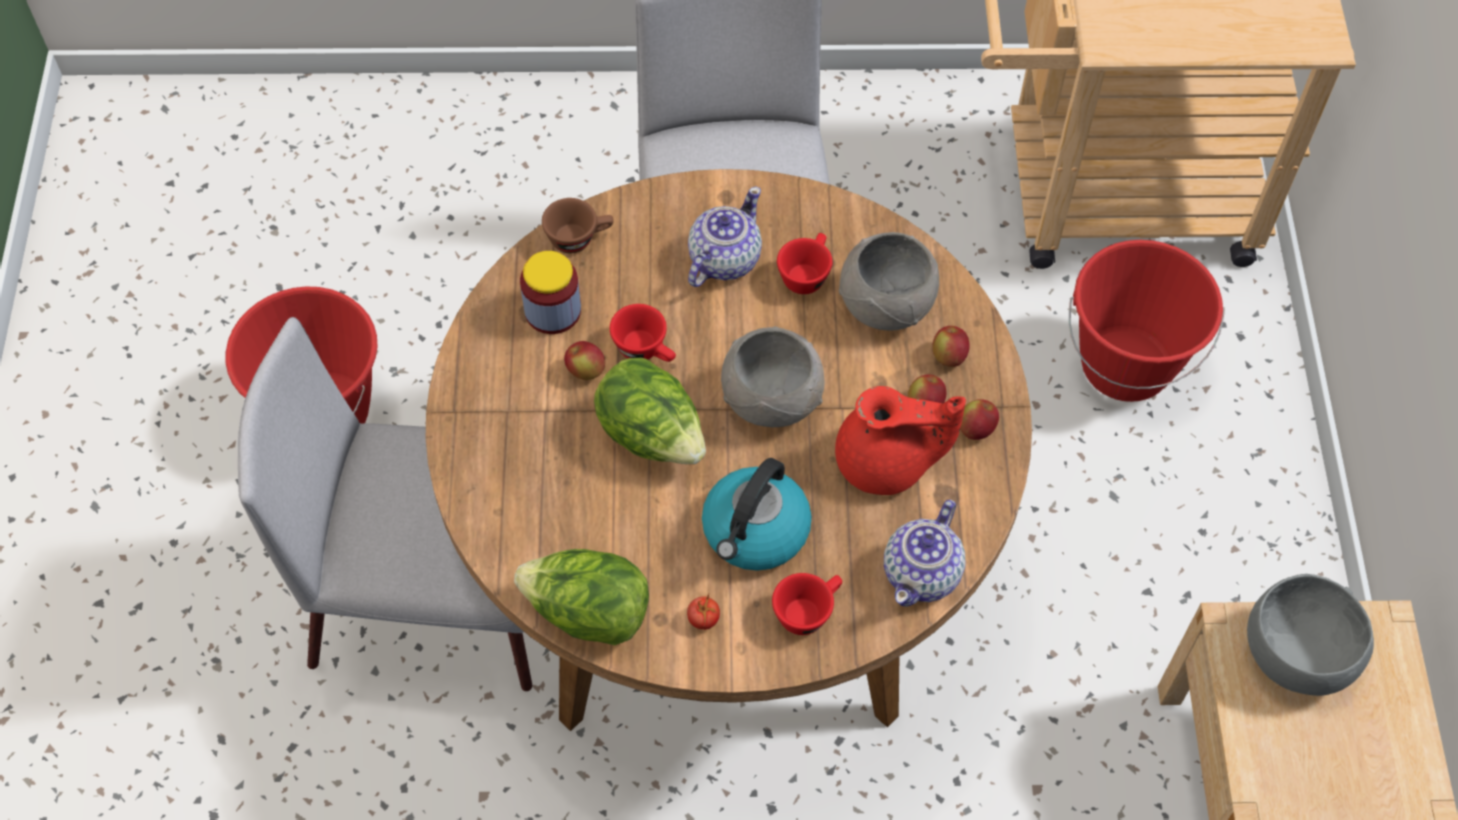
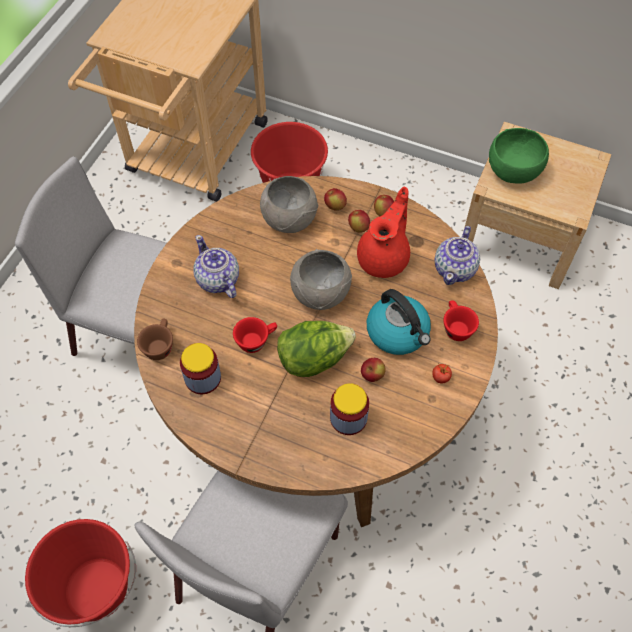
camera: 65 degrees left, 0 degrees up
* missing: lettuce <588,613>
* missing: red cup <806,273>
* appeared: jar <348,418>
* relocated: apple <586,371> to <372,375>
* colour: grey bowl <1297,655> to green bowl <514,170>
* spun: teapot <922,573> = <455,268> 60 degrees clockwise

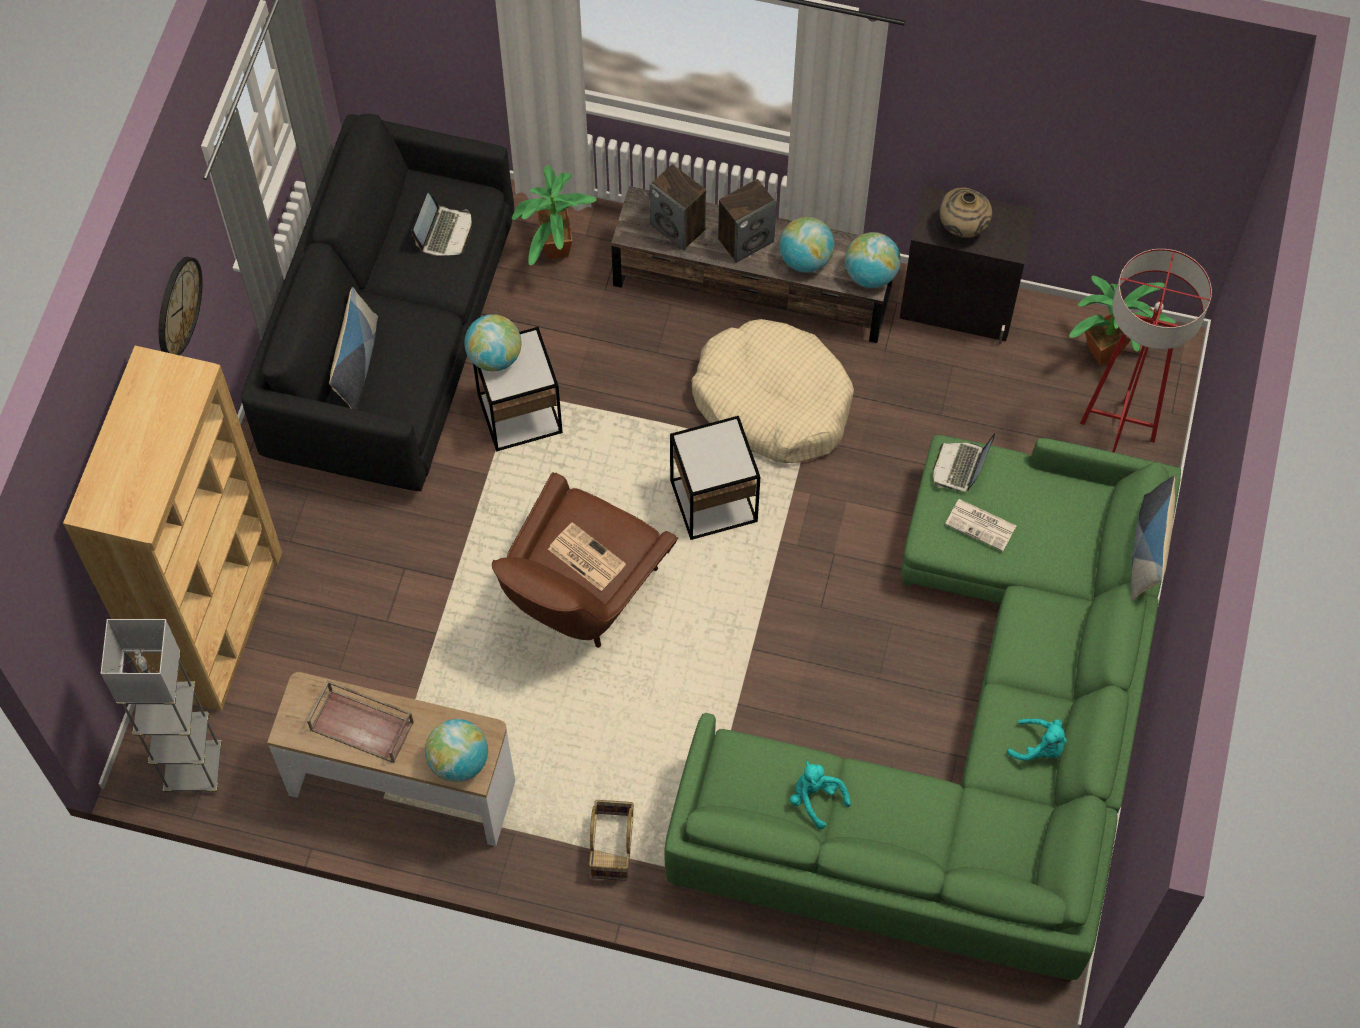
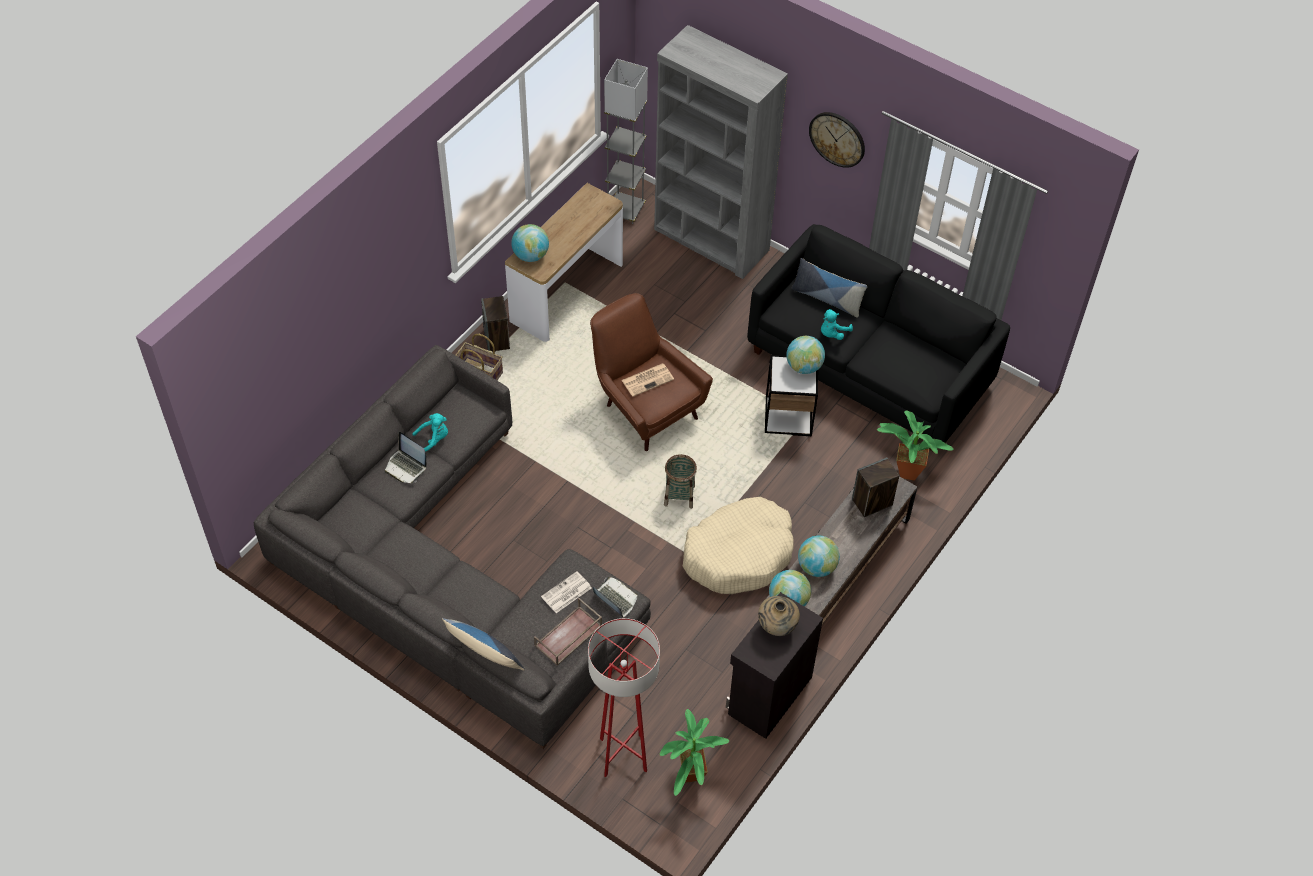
camera: 110 degrees right, 10 degrees down
* relocated: brown tray <363,725> to <568,636>
* relocated: laptop <444,233> to <406,467>
* relocated: speaker <746,240> to <497,339>
* relocated: turquoise plush toy <1039,747> to <832,333>
* exchanged: side table <714,501> to basket <679,496>
* colour: brown bookcase <216,621> to grey bookcase <711,240>
* colour: green sofa <968,738> to grey sofa <448,572>

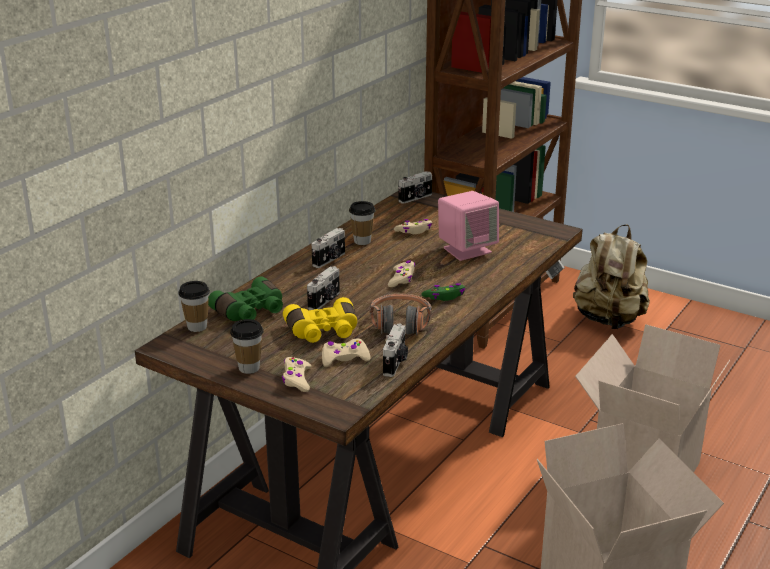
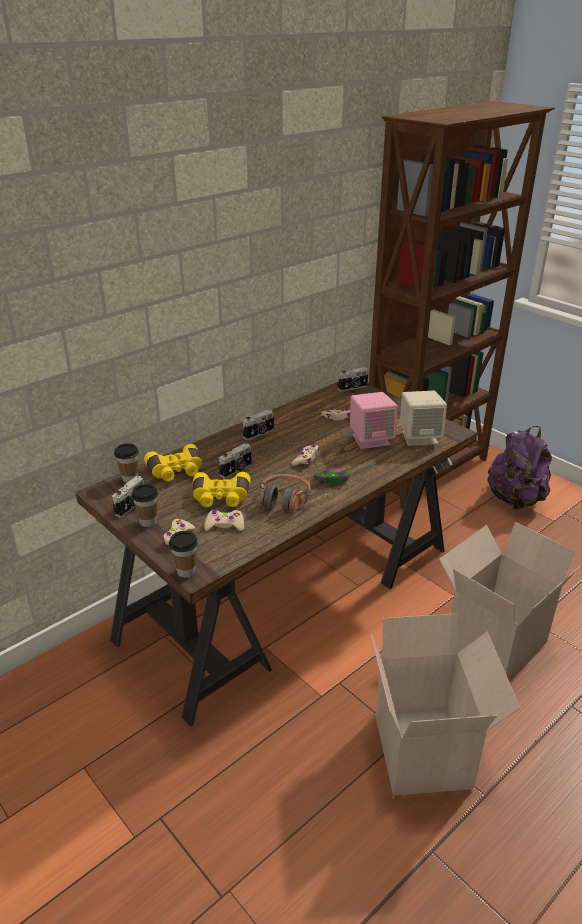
camera: 15 degrees right, 5 degrees up
* appeared: beige speaker <419,437>
* relocated: cup <362,241> to <186,571>
* relocated: photo camera <395,363> to <132,506>
* colour: green binoculars <251,312> to yellow binoculars <176,472>
* colour: beige backpack <609,320> to purple backpack <515,499>

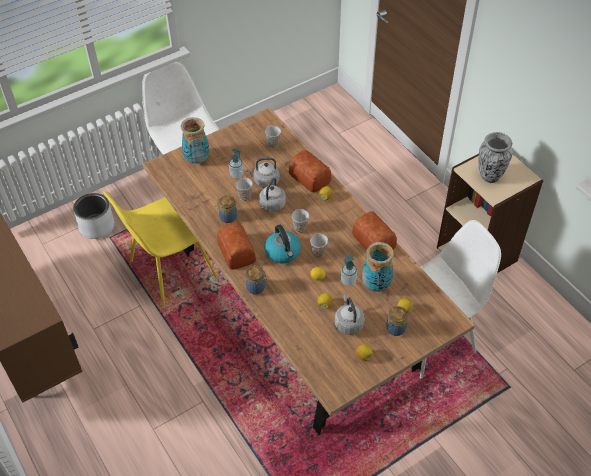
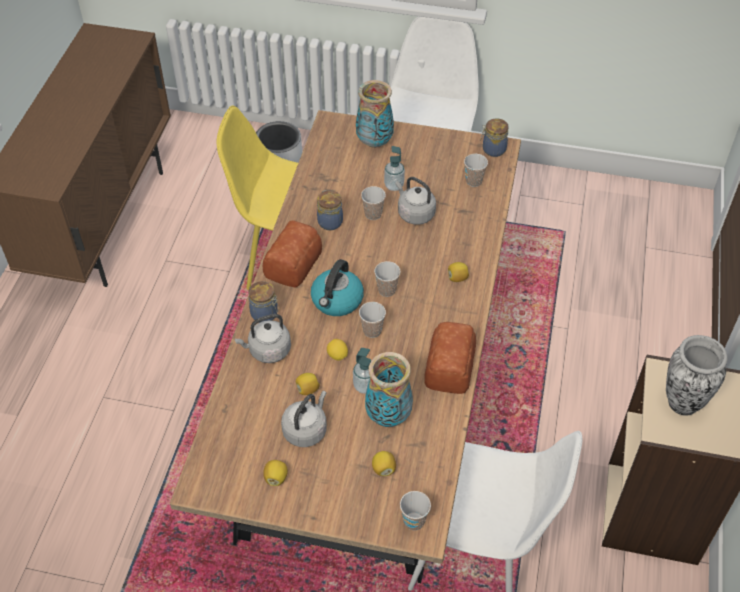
camera: 45 degrees right, 0 degrees up
* missing: bread <309,176>
* appeared: cup <414,521>
* relocated: grey kettle <272,205> to <267,351>
* relocated: jar <395,329> to <492,149>

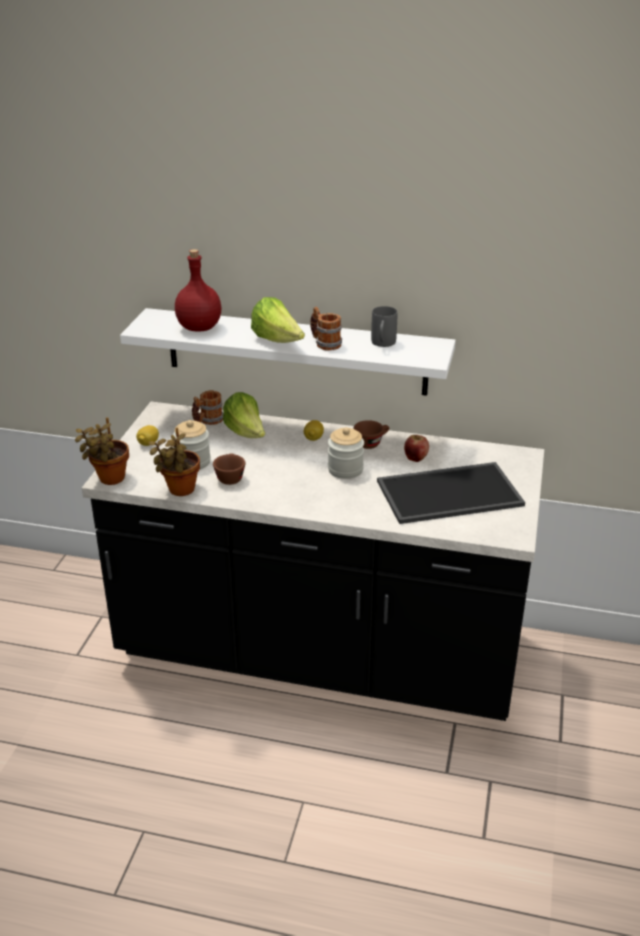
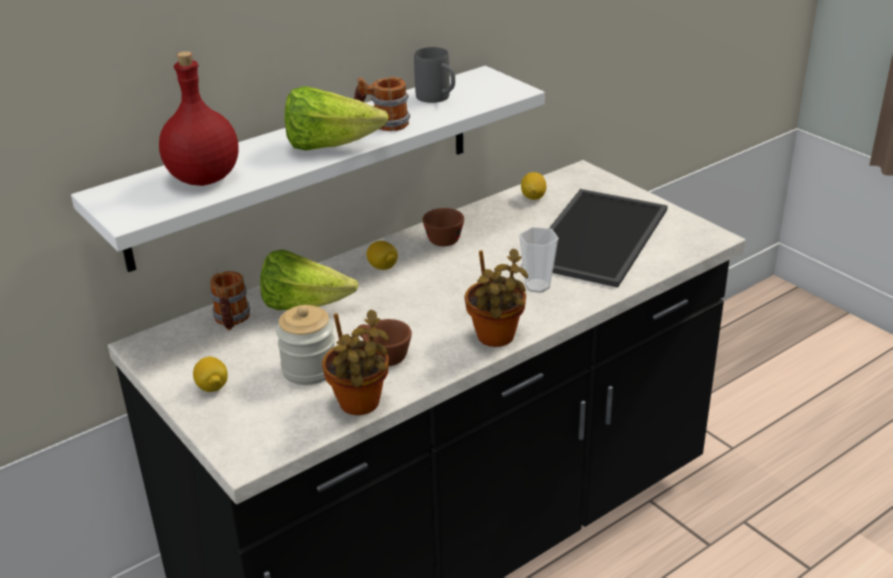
camera: 50 degrees left, 0 degrees up
* missing: jar <345,469>
* missing: apple <415,459>
* appeared: cup <537,286>
* appeared: lemon <533,197>
* relocated: potted plant <109,479> to <496,339>

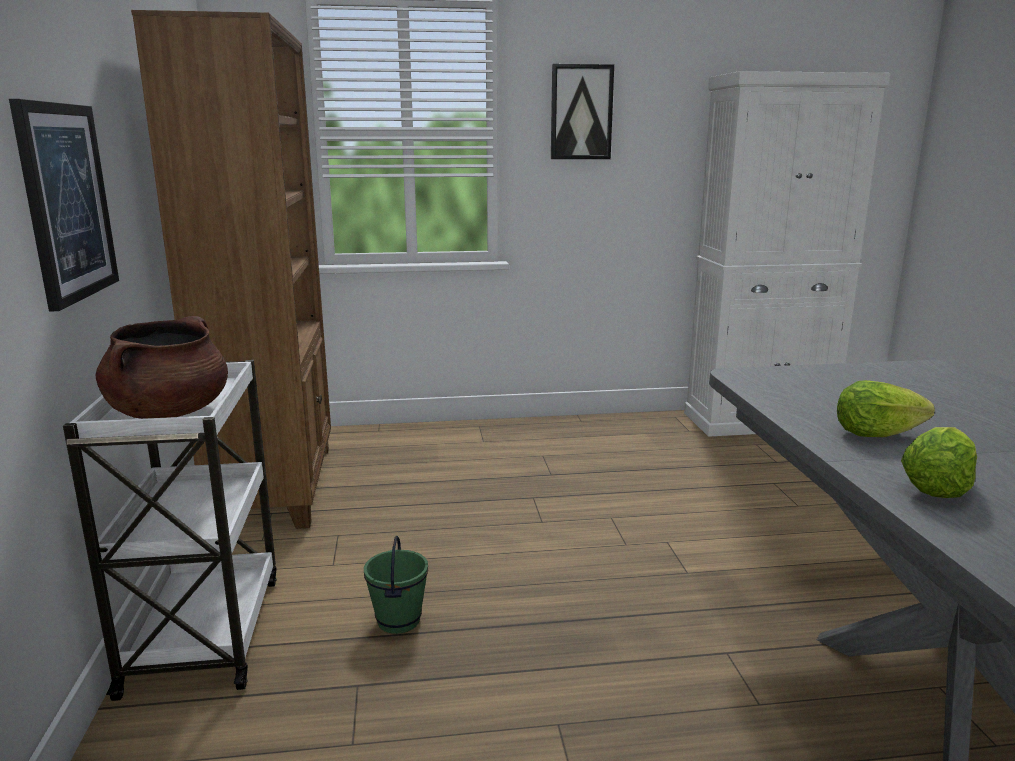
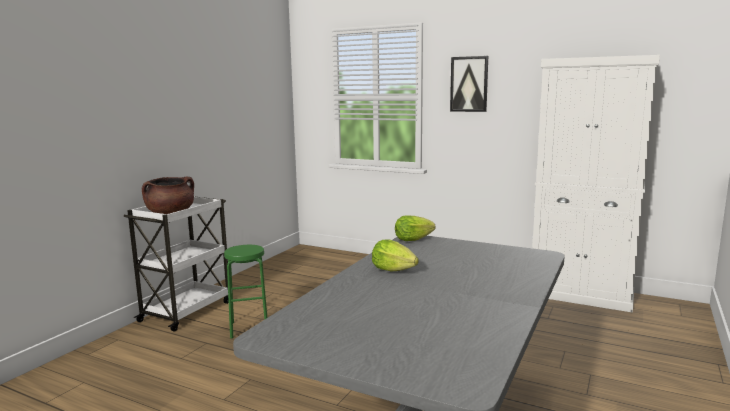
camera: 35 degrees right, 5 degrees down
* missing: picture <66,202>
* missing: brown bookcase <277,485>
* relocated: lettuce <936,488> to <412,239>
* exchanged: green bucket <397,621> to green stool <249,328>

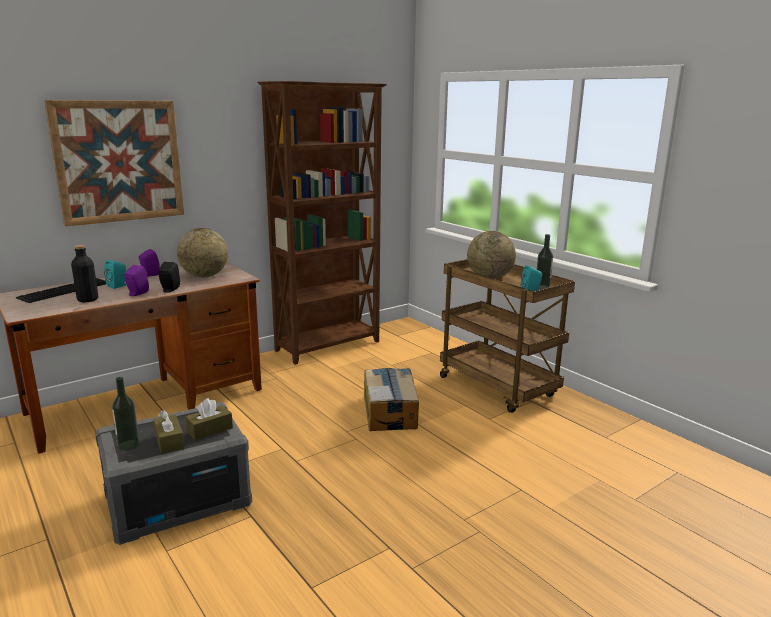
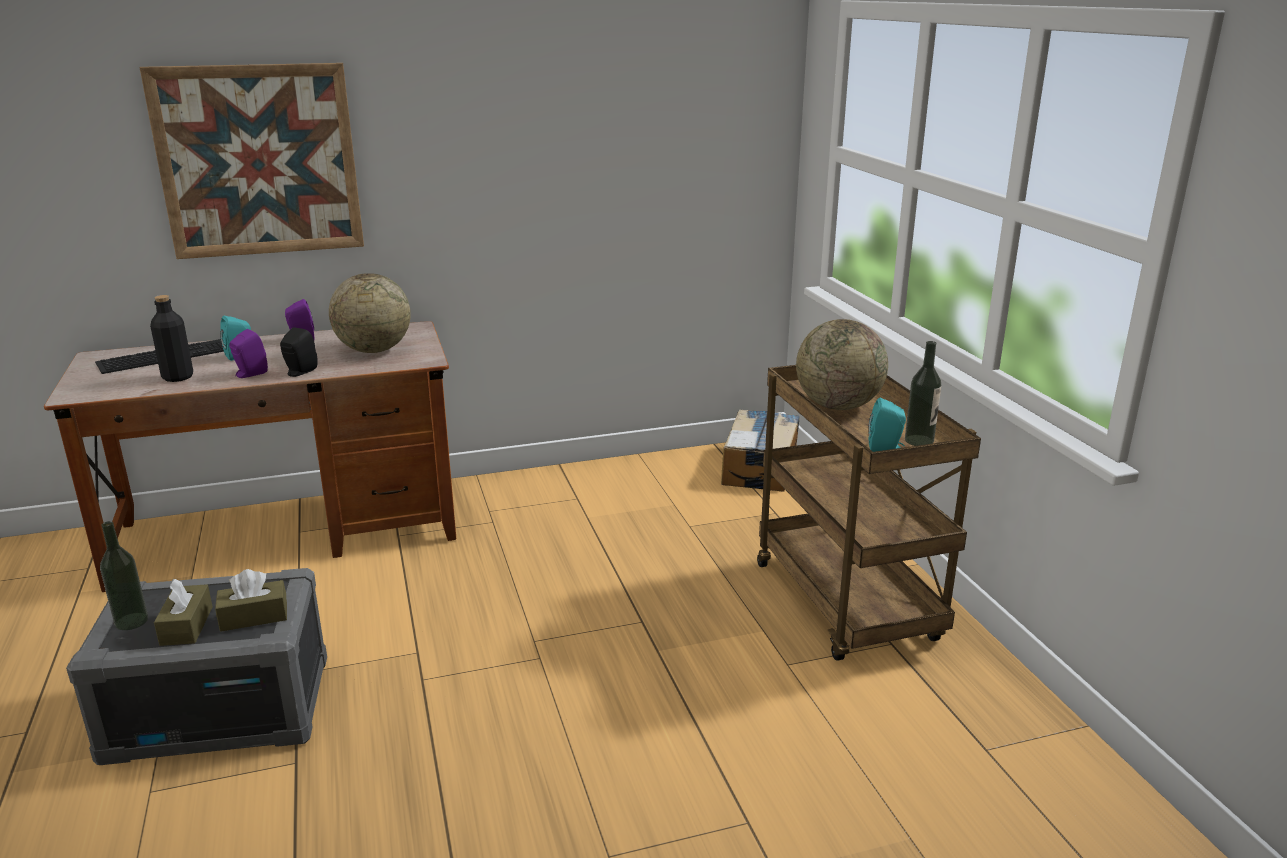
camera: 20 degrees right, 5 degrees up
* missing: brown bookcase <329,346>
* relocated: cardboard box <390,411> to <760,467>

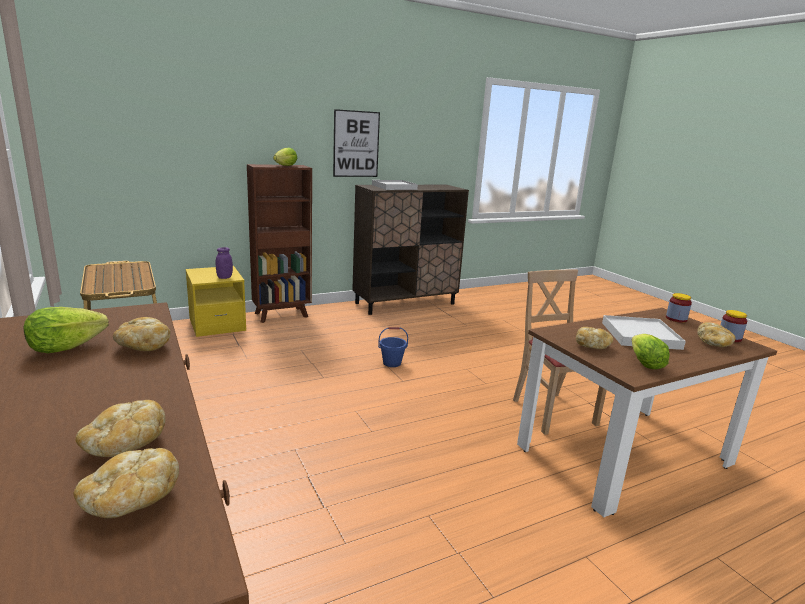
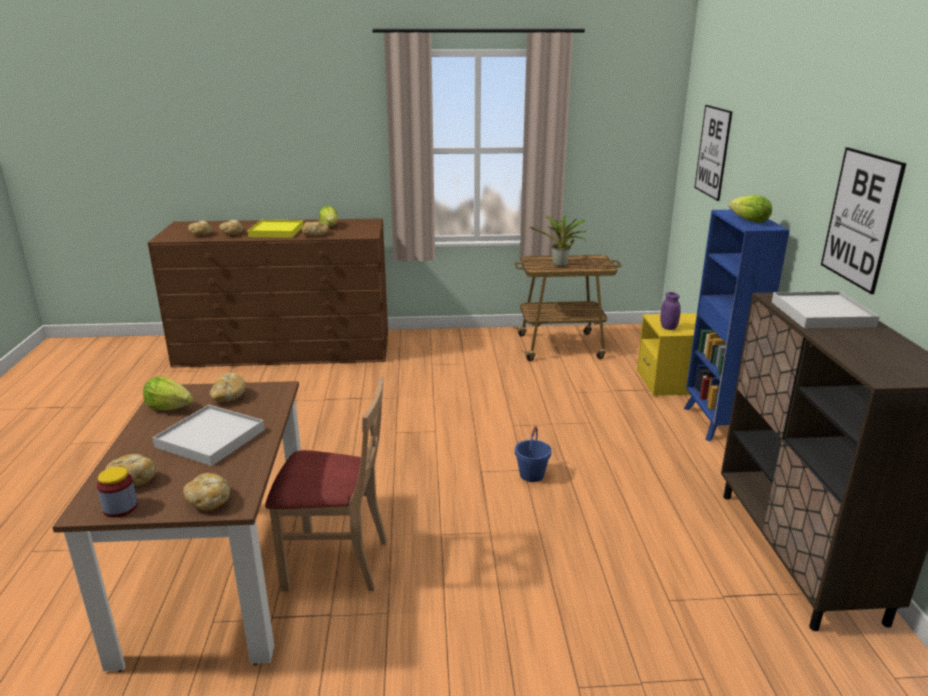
camera: 115 degrees right, 5 degrees up
* appeared: yellow tray <276,231>
* appeared: potted plant <560,265>
* appeared: picture <713,152>
* exchanged: jar <676,319> to bread <209,501>
* colour: brown bookcase <282,315> to blue bookcase <714,424>

